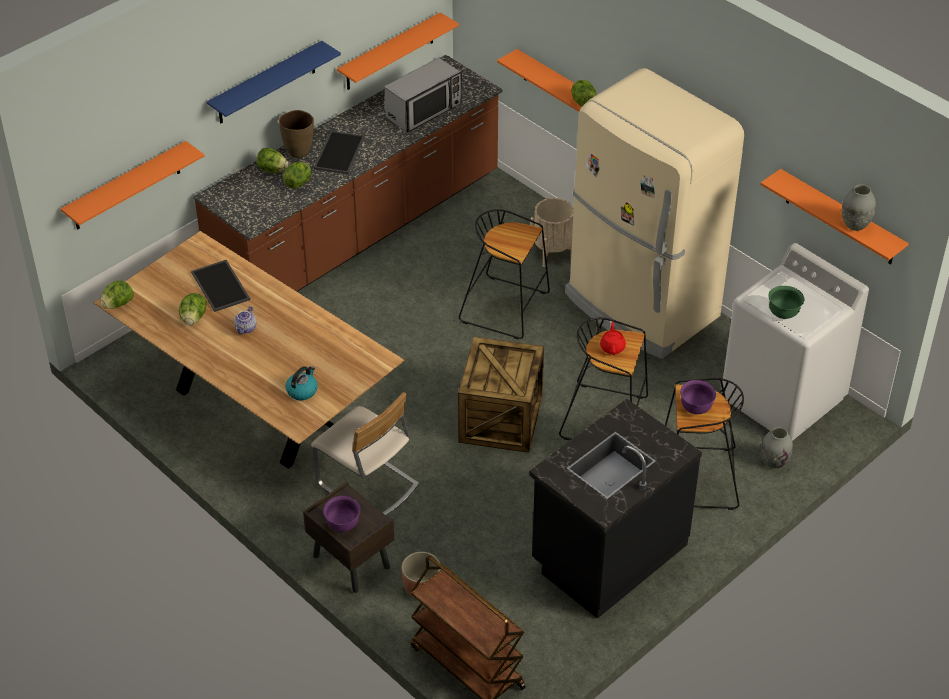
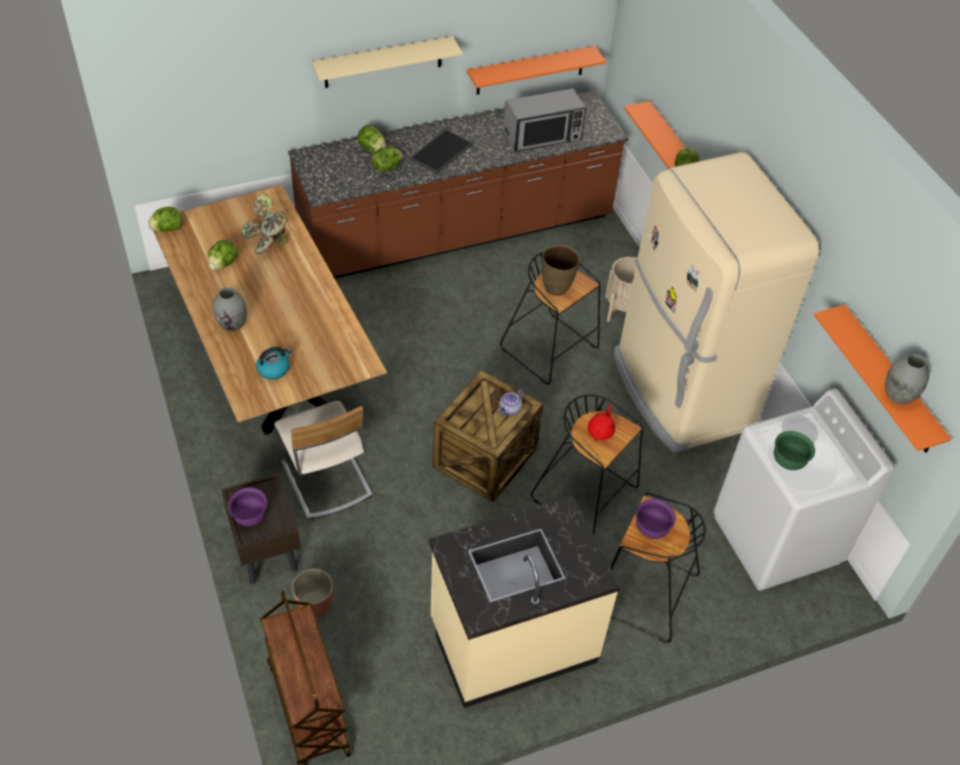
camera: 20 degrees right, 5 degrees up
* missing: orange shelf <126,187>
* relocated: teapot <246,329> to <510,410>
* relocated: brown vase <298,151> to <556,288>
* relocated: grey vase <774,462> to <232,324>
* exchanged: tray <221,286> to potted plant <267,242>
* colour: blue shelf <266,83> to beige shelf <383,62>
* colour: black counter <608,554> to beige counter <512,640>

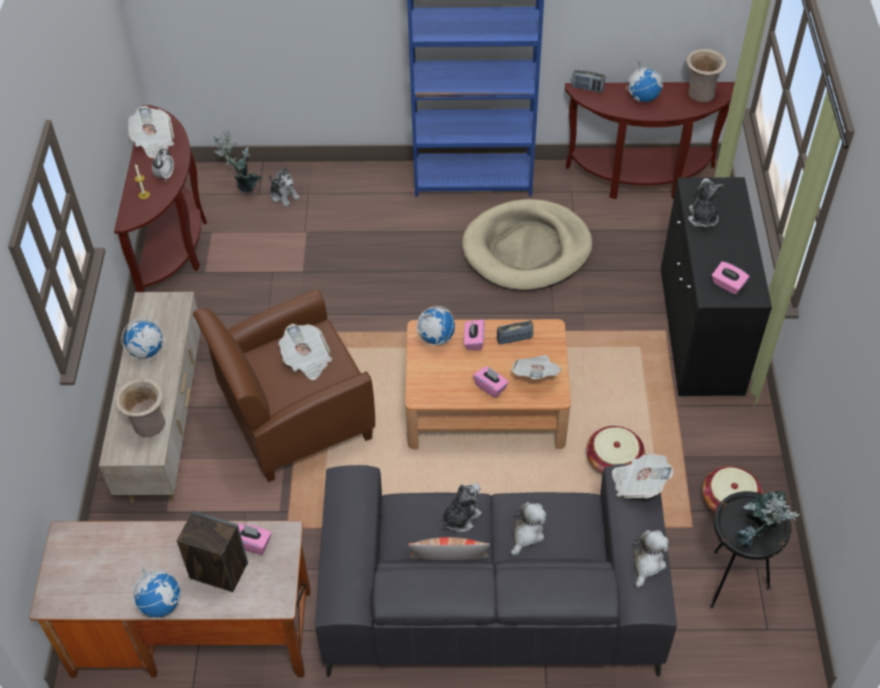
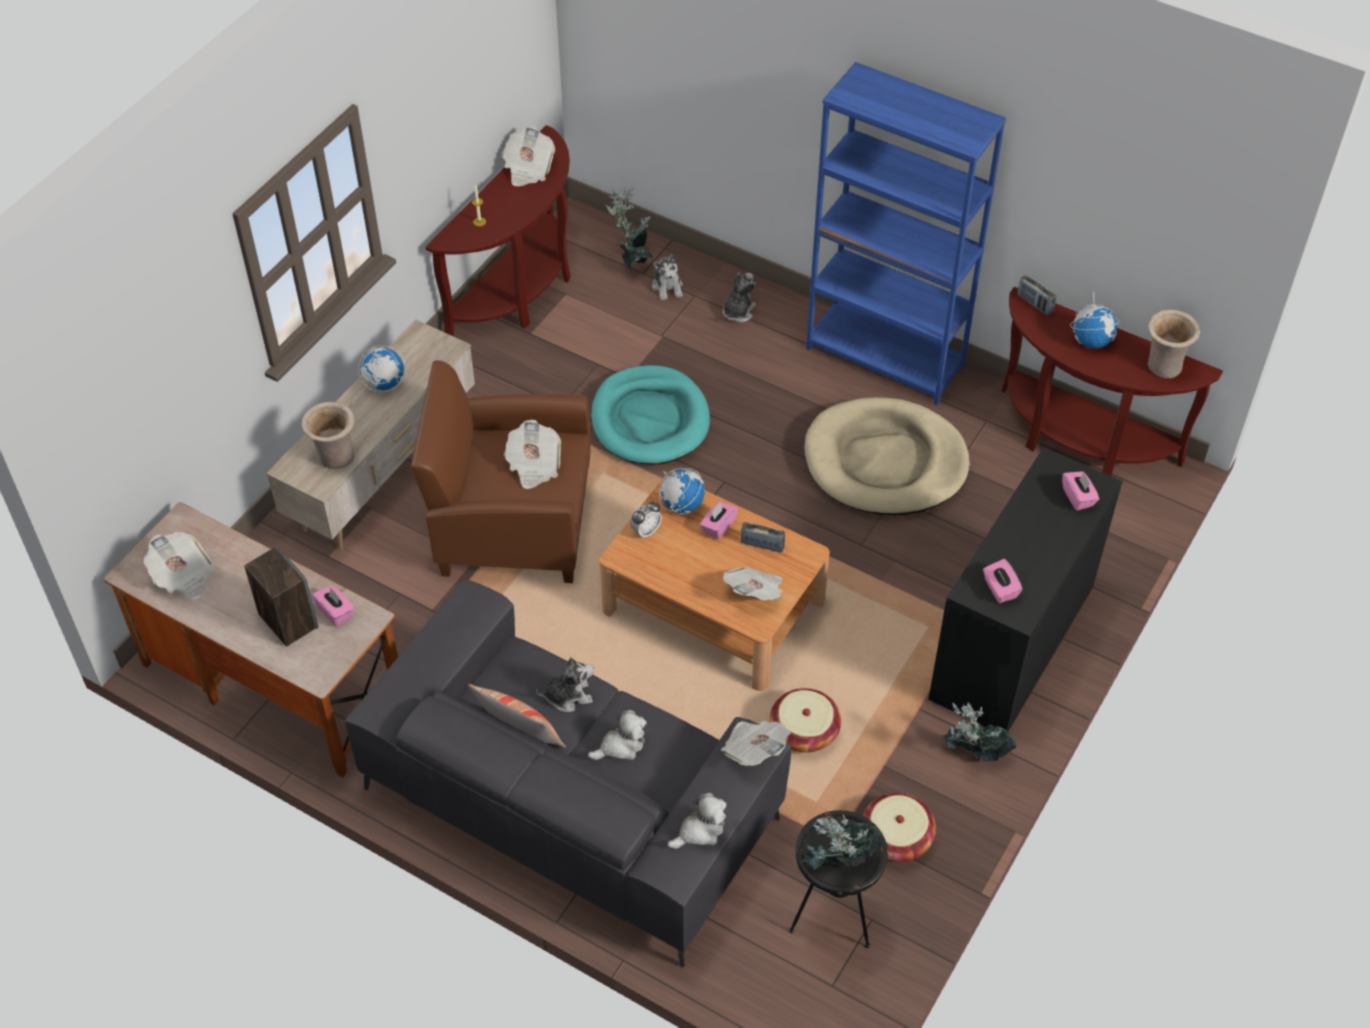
camera: 30 degrees right, 0 degrees up
* missing: globe <161,603>
* appeared: newspaper <183,577>
* appeared: turquoise dog bed <650,420>
* appeared: potted plant <972,756>
* relocated: alarm clock <165,175> to <646,531>
* relocated: pink tissue box <490,387> to <1078,497>
* relocated: plush toy <702,218> to <738,312>

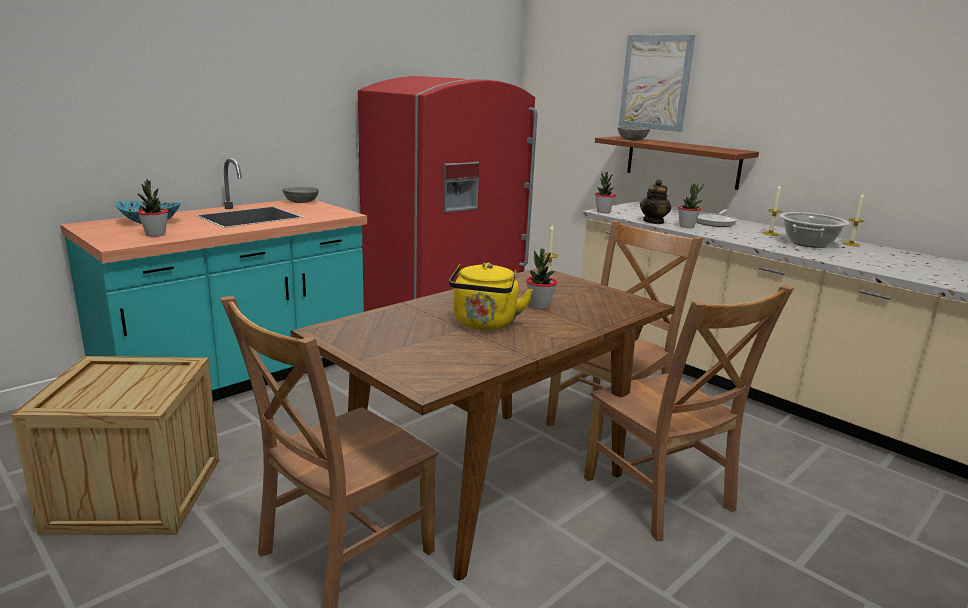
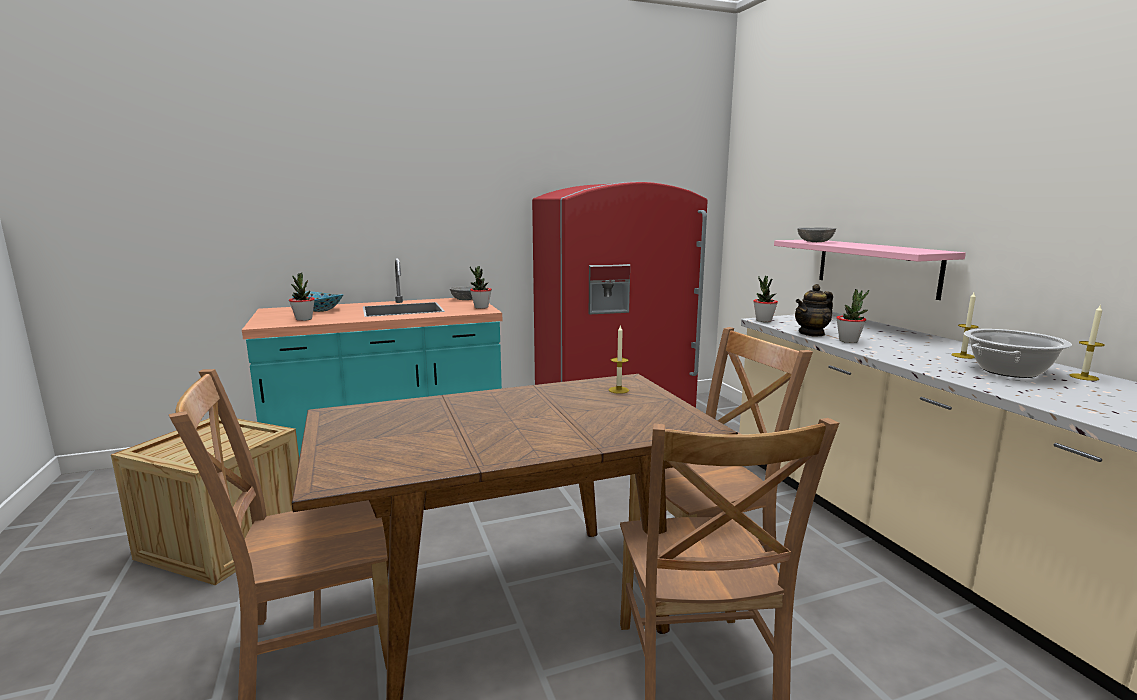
camera: 25 degrees right, 5 degrees down
* missing: yellow kettle <485,324>
* missing: picture <655,82>
* missing: frying pan <715,222>
* relocated: potted plant <539,306> to <481,307>
* colour: brown shelf <682,162> to pink shelf <876,267>

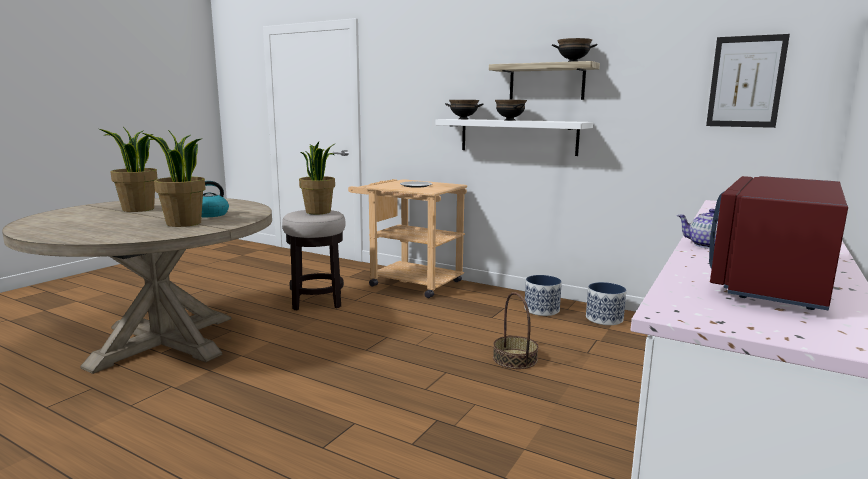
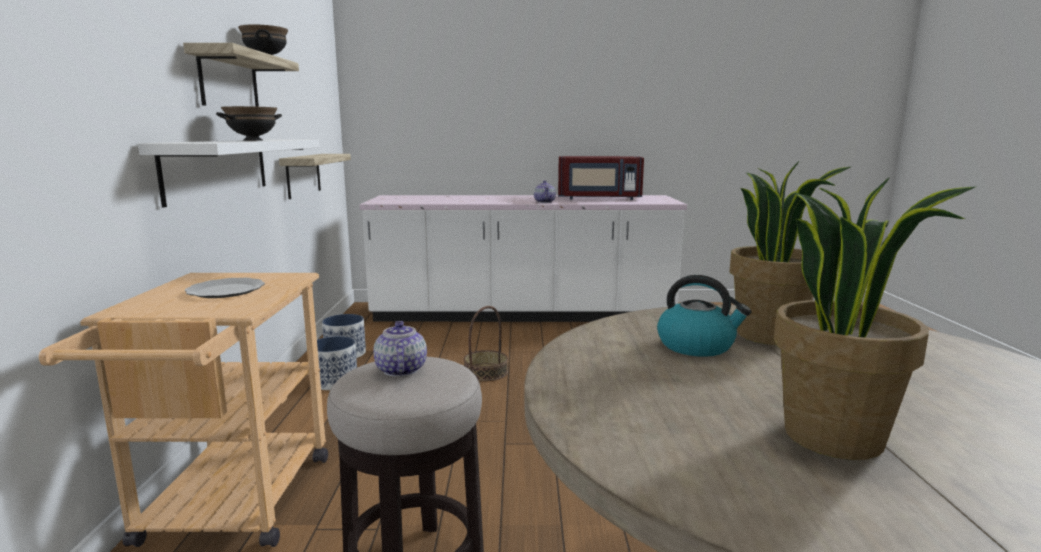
camera: 120 degrees left, 0 degrees up
* missing: black bowl <463,119>
* missing: picture <746,82>
* appeared: shelf <303,175>
* exchanged: potted plant <319,212> to teapot <400,370>

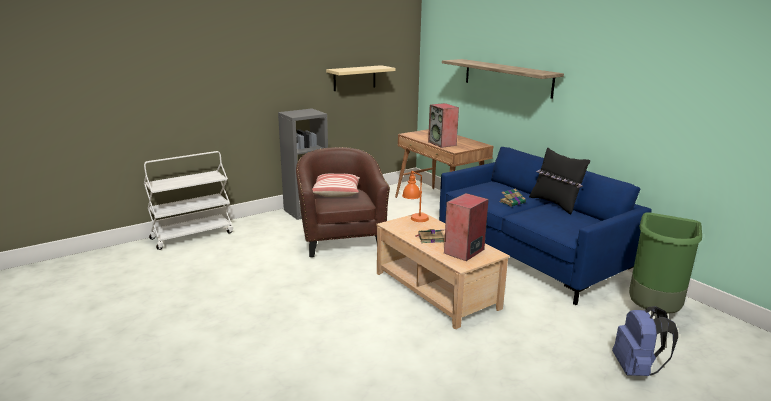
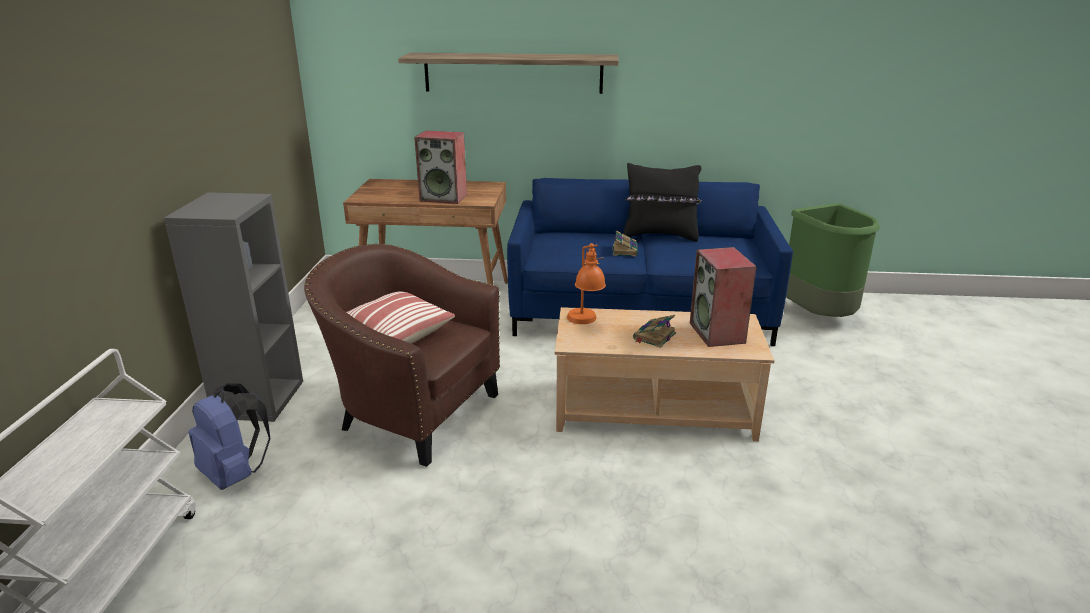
camera: 50 degrees left, 5 degrees up
* missing: beige shelf <354,78>
* relocated: blue backpack <636,369> to <235,474>

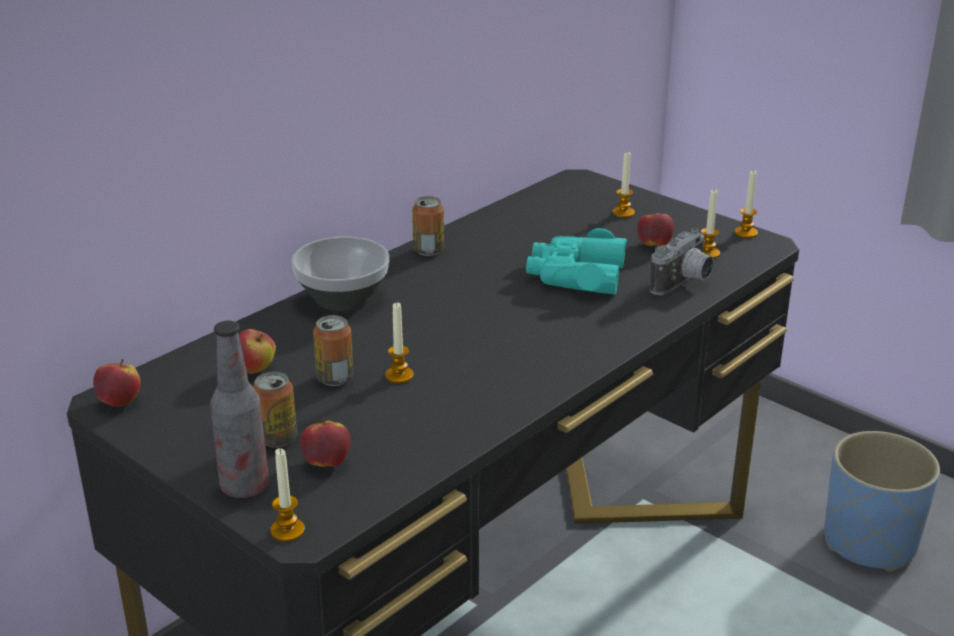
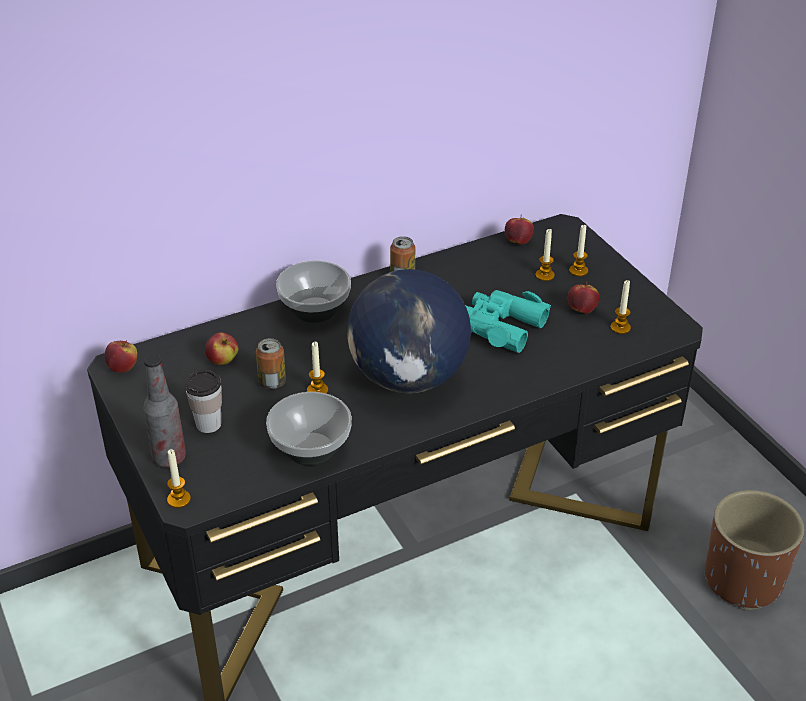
camera: 20 degrees right, 10 degrees up
* missing: photo camera <684,283>
* appeared: bowl <309,449>
* appeared: globe <409,378>
* relocated: apple <326,463> to <518,241>
* relocated: candle <746,233> to <545,275>
* exchanged: can <277,439> to cup <208,424>
* colour: blue planter <870,542> to brown planter <743,580>

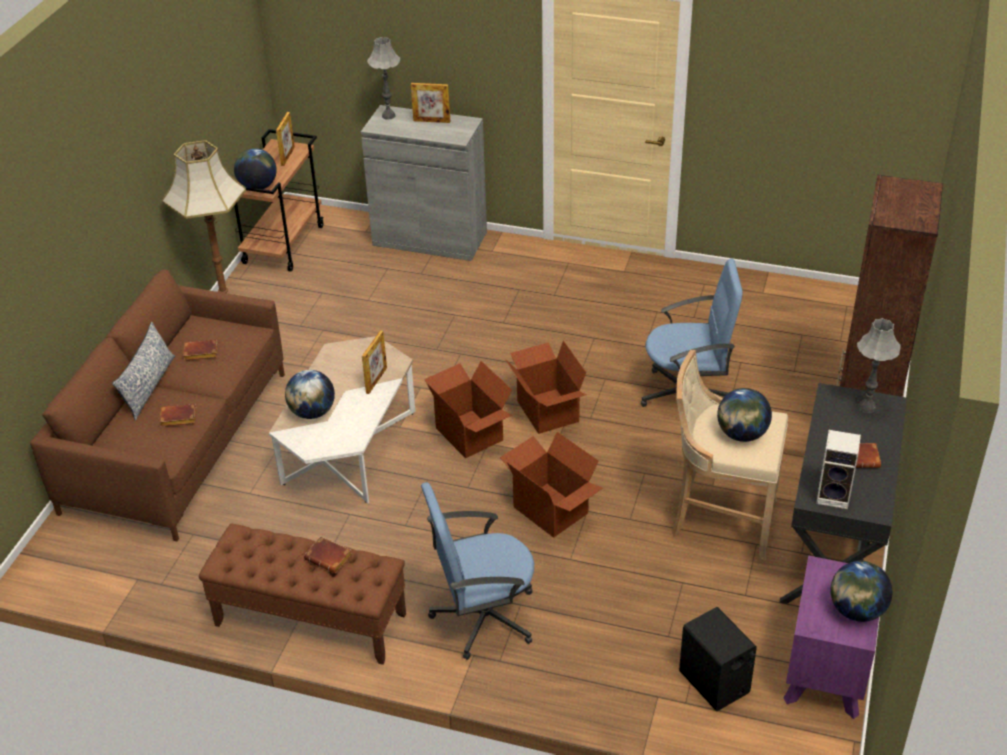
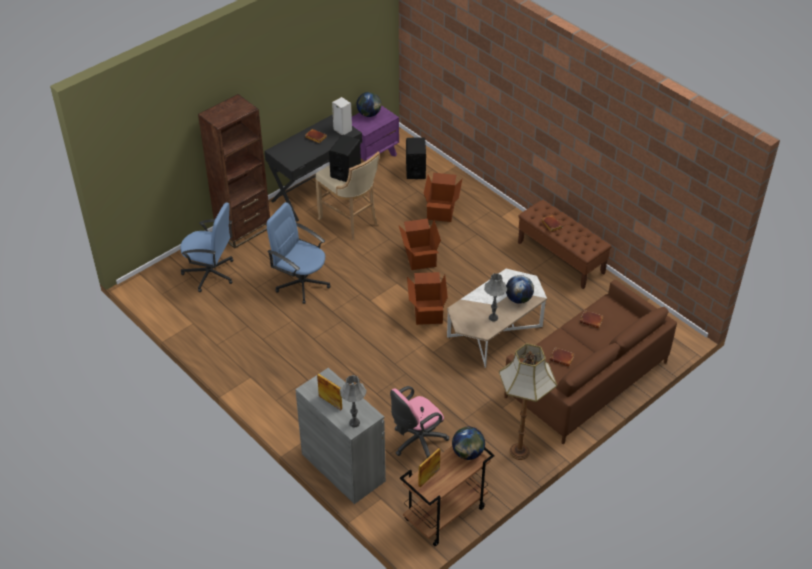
camera: 150 degrees left, 5 degrees up
* missing: pillow <149,386>
* missing: picture frame <376,380>
* appeared: pink office chair <416,442>
* relocated: blue office chair <483,617> to <210,273>
* relocated: cardboard box <546,411> to <441,211>
* relocated: grey table lamp <867,407> to <493,318>
* exchanged: globe <741,434> to black speaker <345,171>

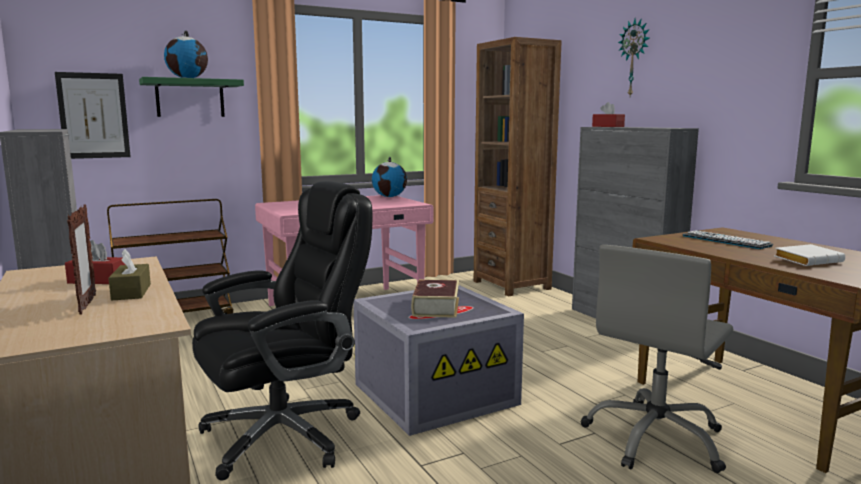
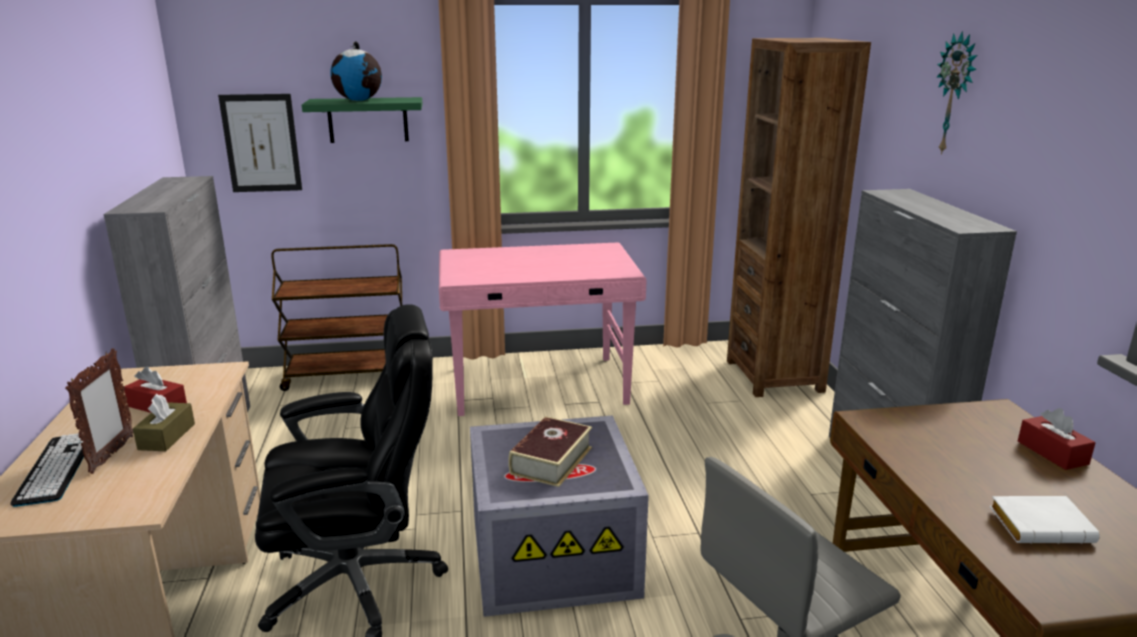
camera: 20 degrees right, 10 degrees up
* missing: globe <390,197>
* relocated: red tissue box <608,126> to <1052,453>
* relocated: keyboard <725,241> to <56,468>

